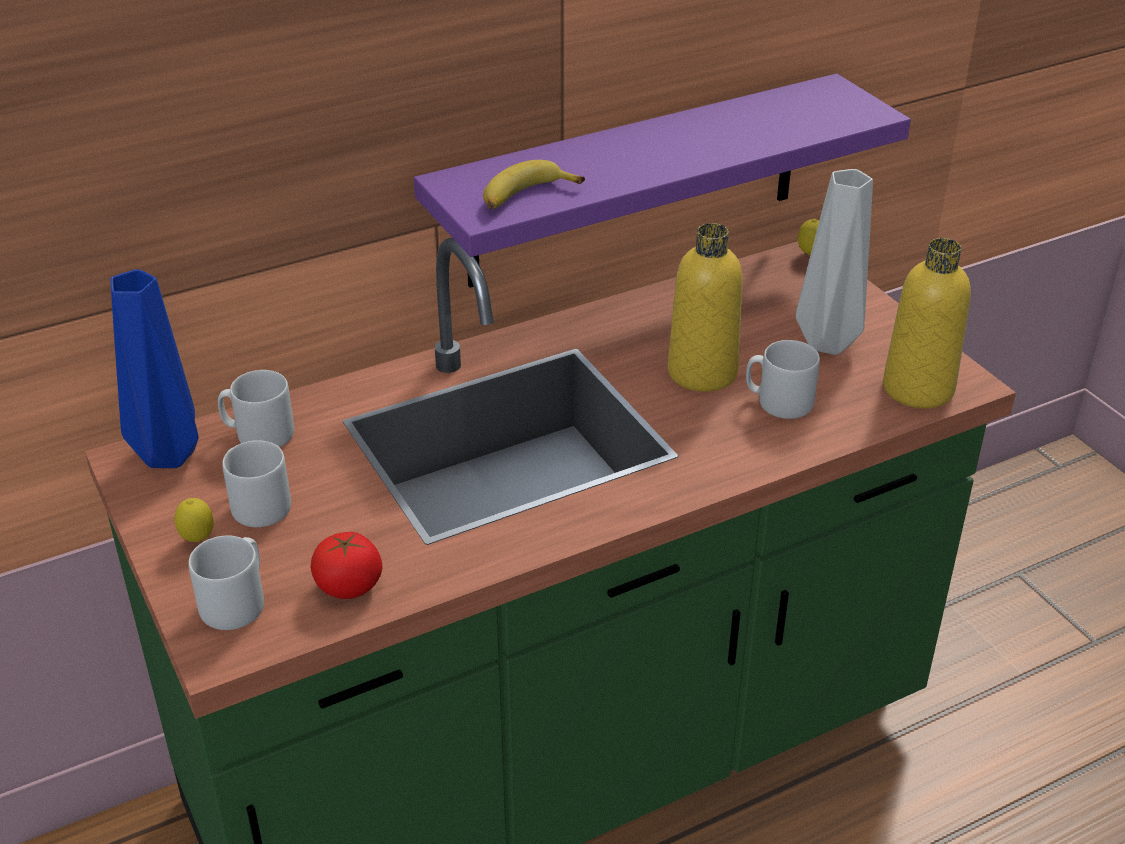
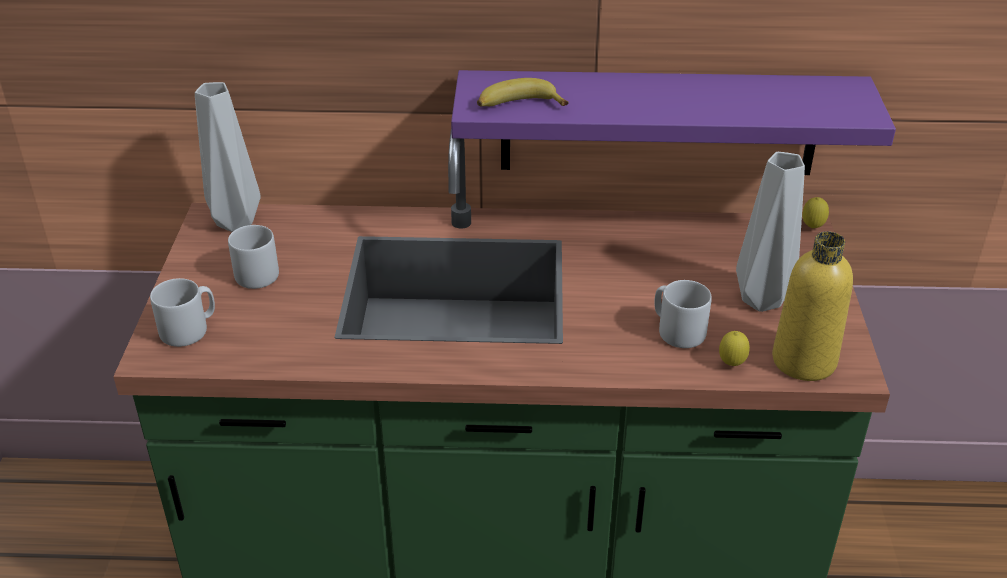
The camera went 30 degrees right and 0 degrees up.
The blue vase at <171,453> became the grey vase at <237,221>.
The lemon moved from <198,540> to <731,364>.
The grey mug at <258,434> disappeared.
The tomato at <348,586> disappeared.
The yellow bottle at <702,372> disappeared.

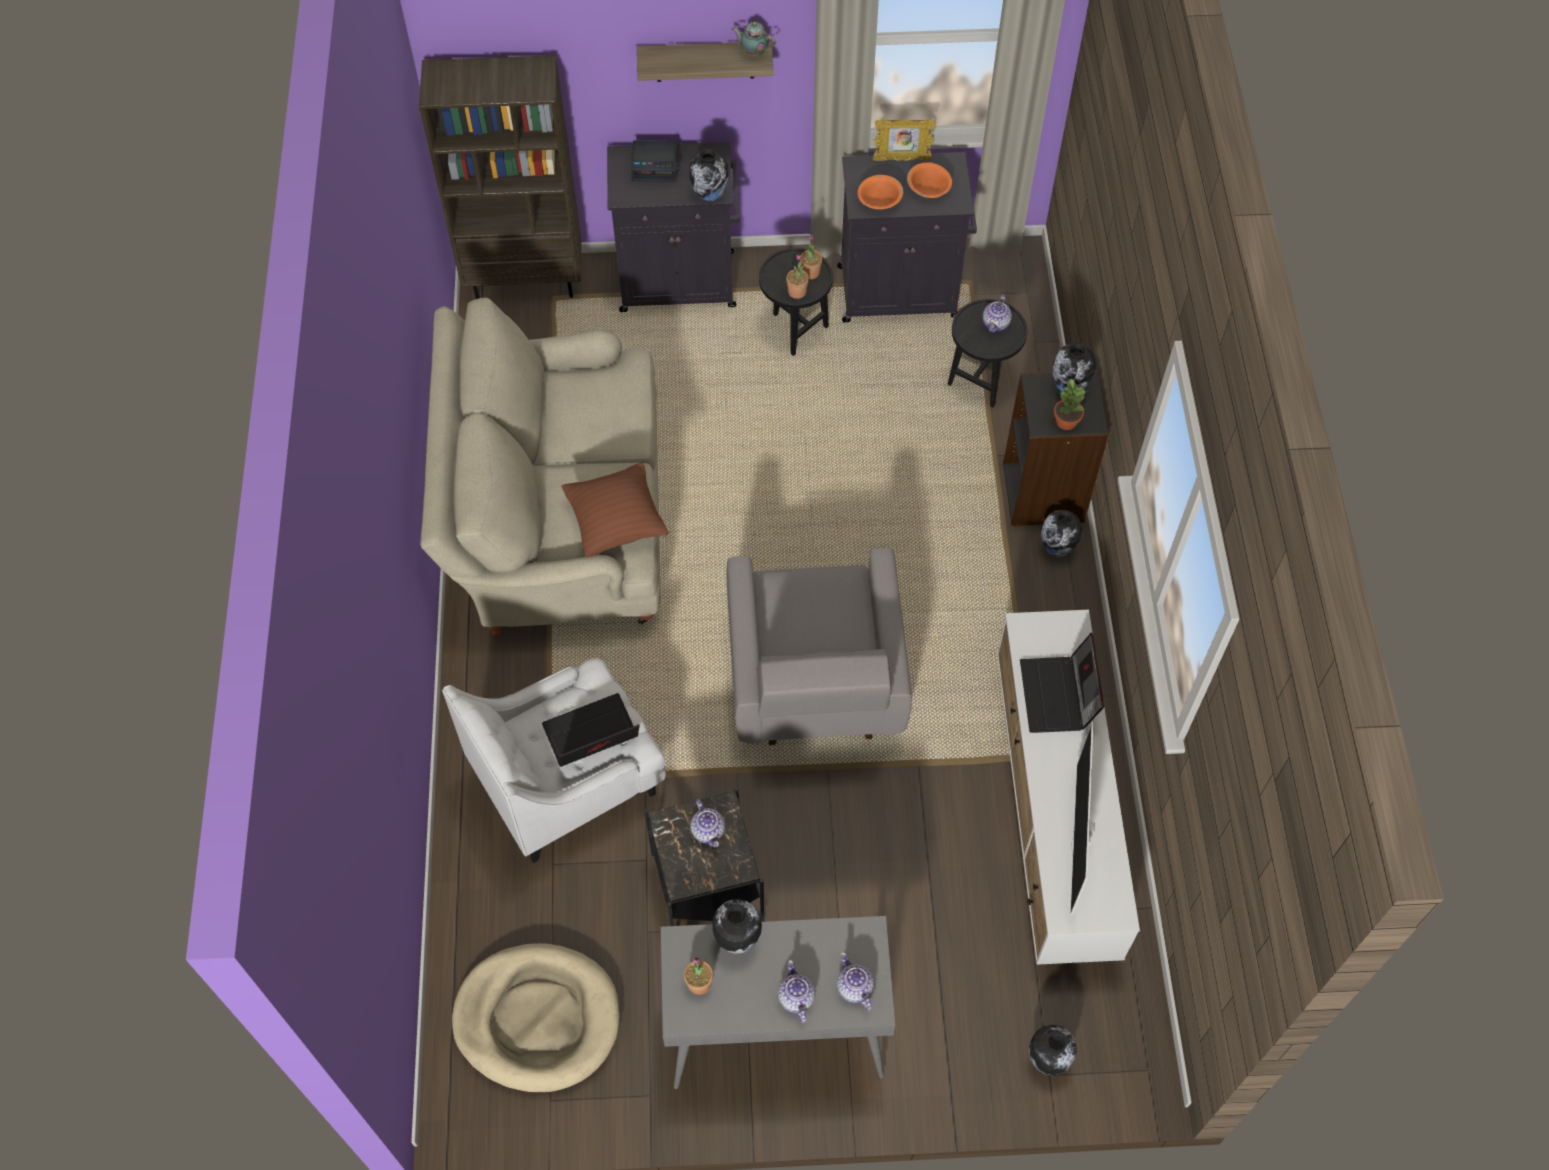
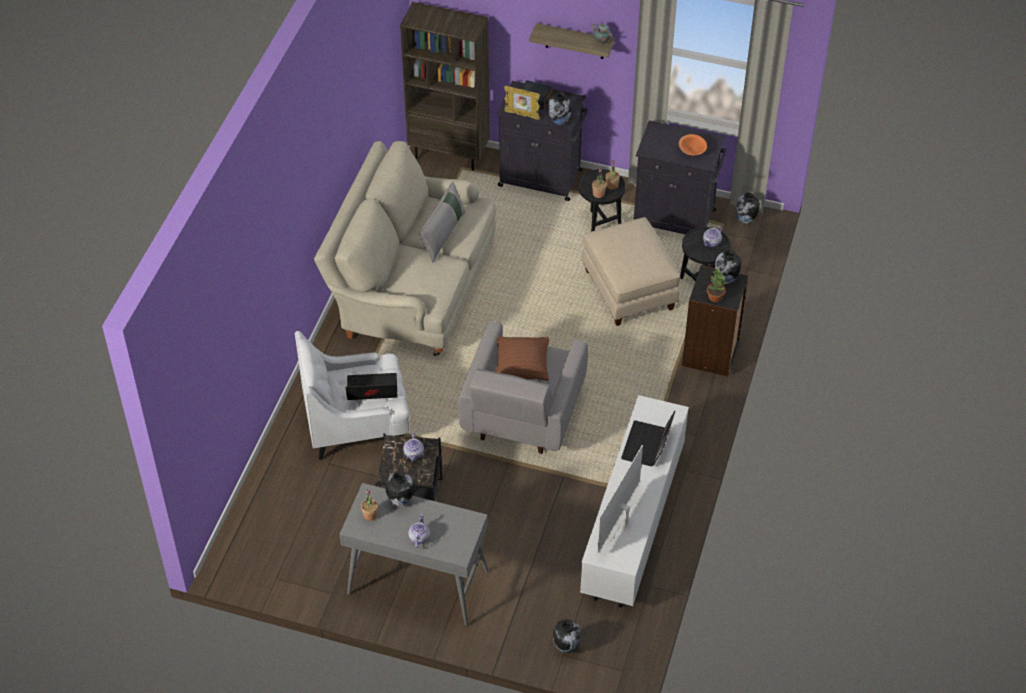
The camera went 20 degrees right and 10 degrees down.
The beige dog bed at <537,1019> disappeared.
The brown pillow moved from <616,522> to <522,368>.
The teapot at <854,987> disappeared.
The orange bowl at <879,201> disappeared.
The picture frame moved from <902,160> to <522,115>.
The vase moved from <1057,549> to <745,220>.
The grey pillow at <443,234> appeared.
The beige ottoman at <630,290> appeared.

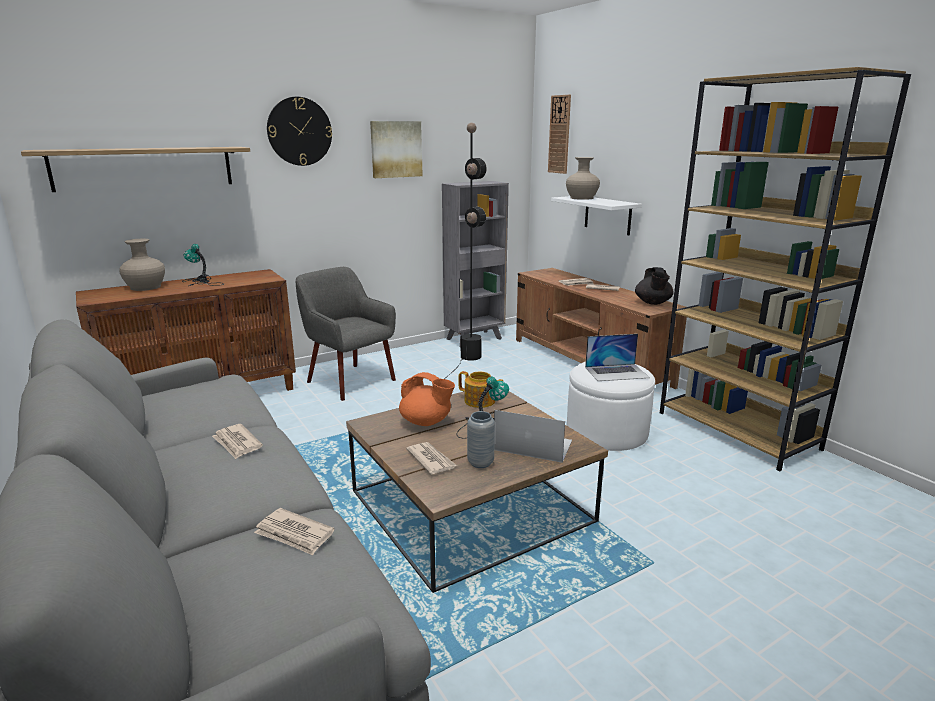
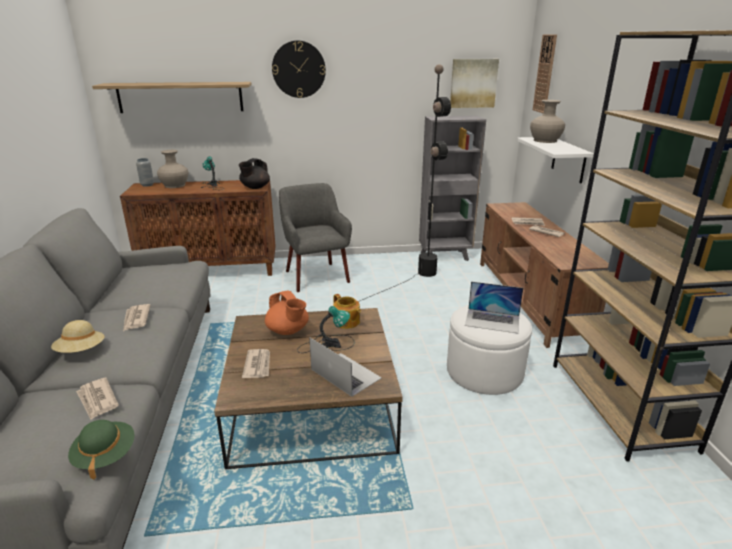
The camera went 25 degrees right and 5 degrees up.
The picture moved from <396,149> to <473,83>.
The grey vase moved from <480,463> to <147,185>.
The black teapot moved from <653,303> to <255,187>.
The beige hat at <81,351> appeared.
The green hat at <105,455> appeared.

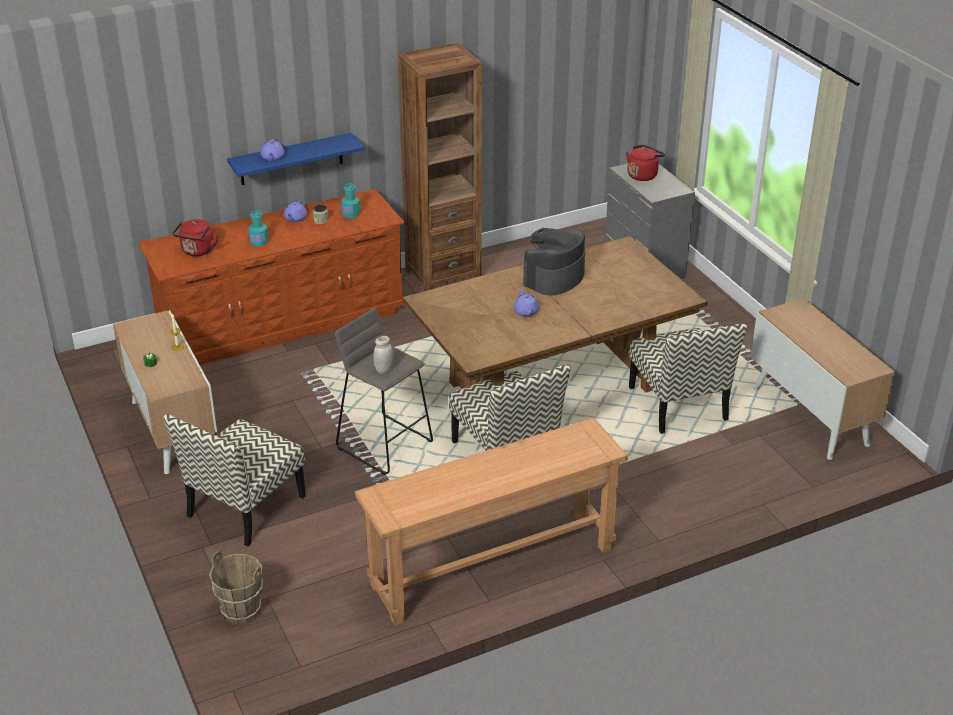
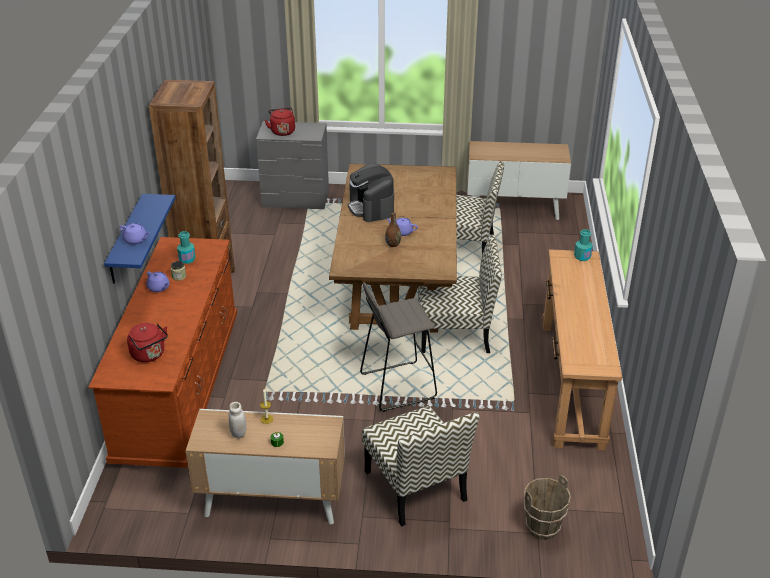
The camera went 60 degrees left and 0 degrees up.
The turquoise bottle moved from <259,242> to <582,257>.
The white jar moved from <384,370> to <238,433>.
The brown vase at <393,244> appeared.

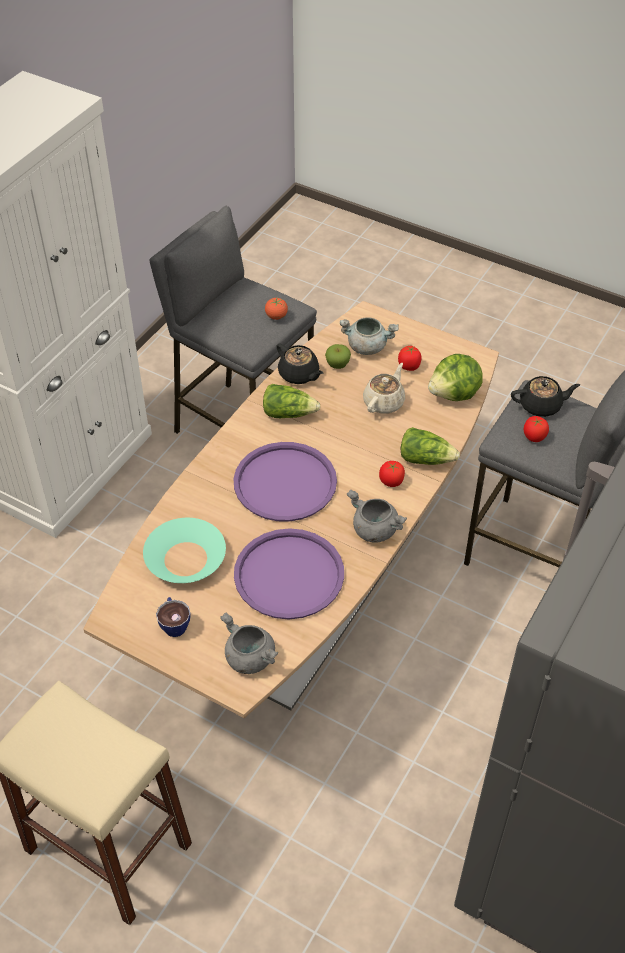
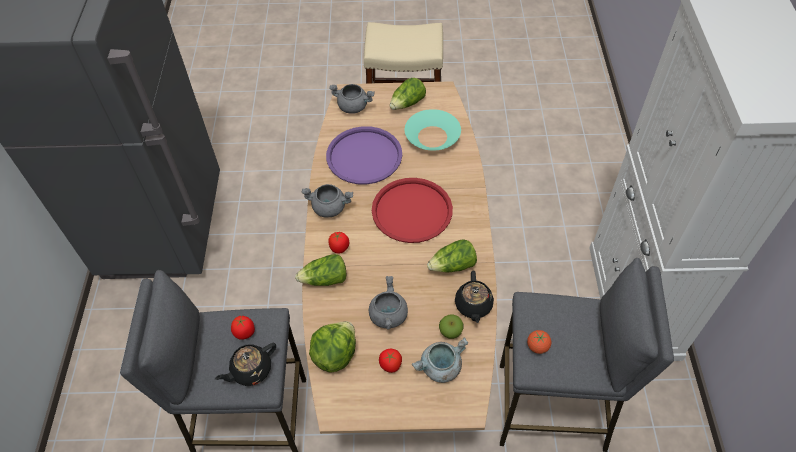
The camera went 150 degrees right and 5 degrees up.
The cup at <174,623> was replaced by the lettuce at <407,103>.
The purple tray at <285,483> became the red tray at <411,211>.
The black teapot at <299,375> turned 105 degrees counterclockwise.
The beige teapot at <384,402> was replaced by the grey cooking pot at <388,315>.

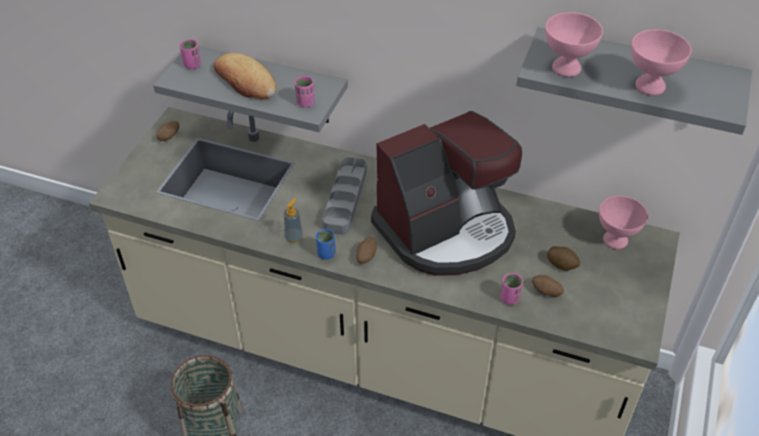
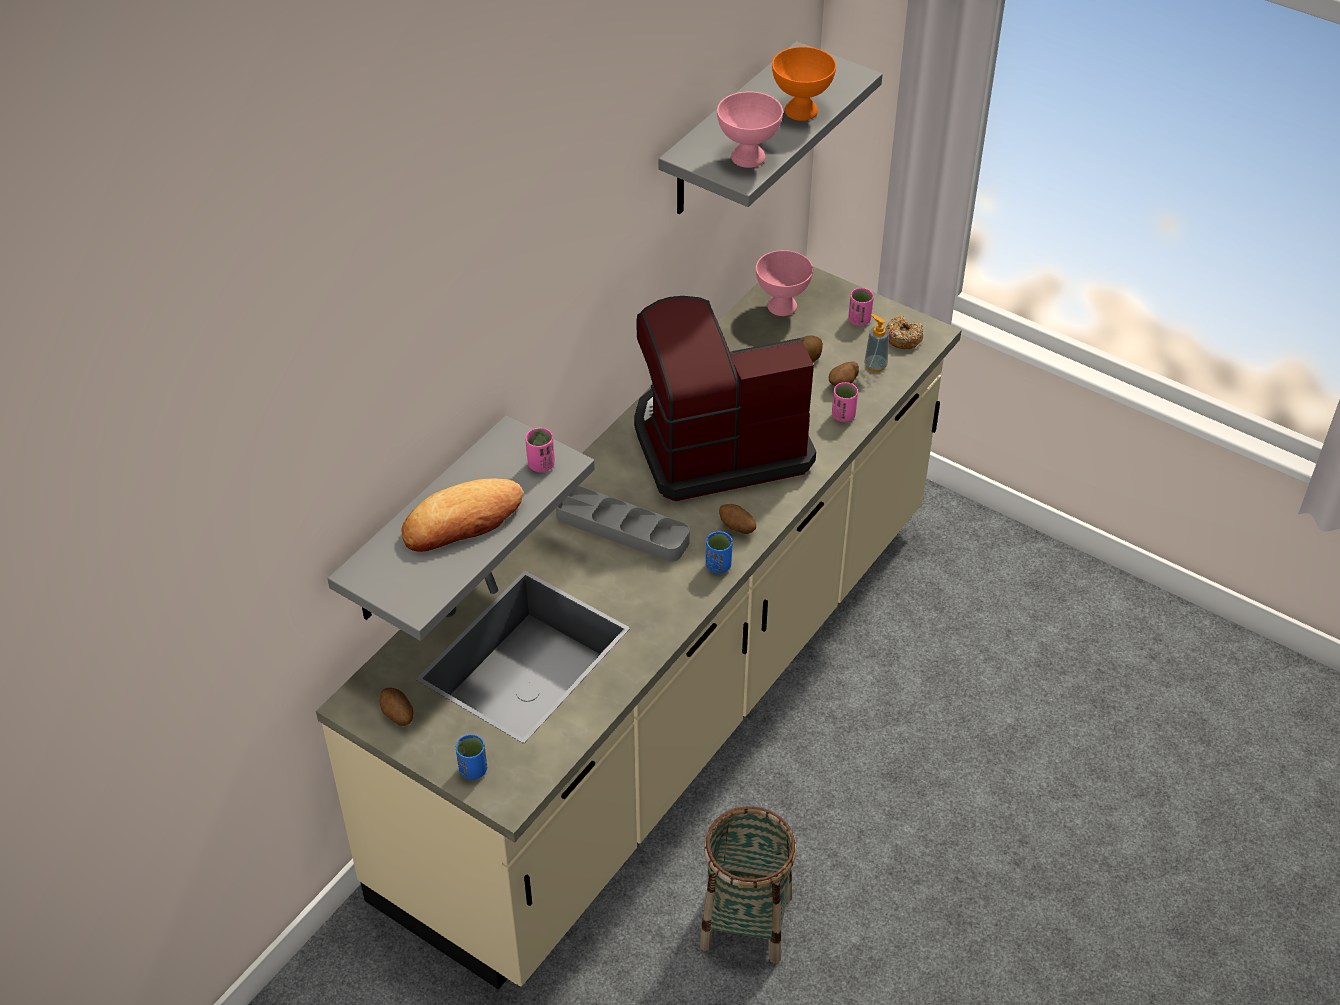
The camera went 75 degrees left and 0 degrees up.
The pink cup moved from <192,65> to <859,320>.
The soap dispenser moved from <294,237> to <875,365>.
The coffee machine at <446,231> turned 90 degrees counterclockwise.
The pink bowl at <650,85> became the orange bowl at <800,110>.
The blue cup at <473,770> appeared.
The donut at <903,338> appeared.

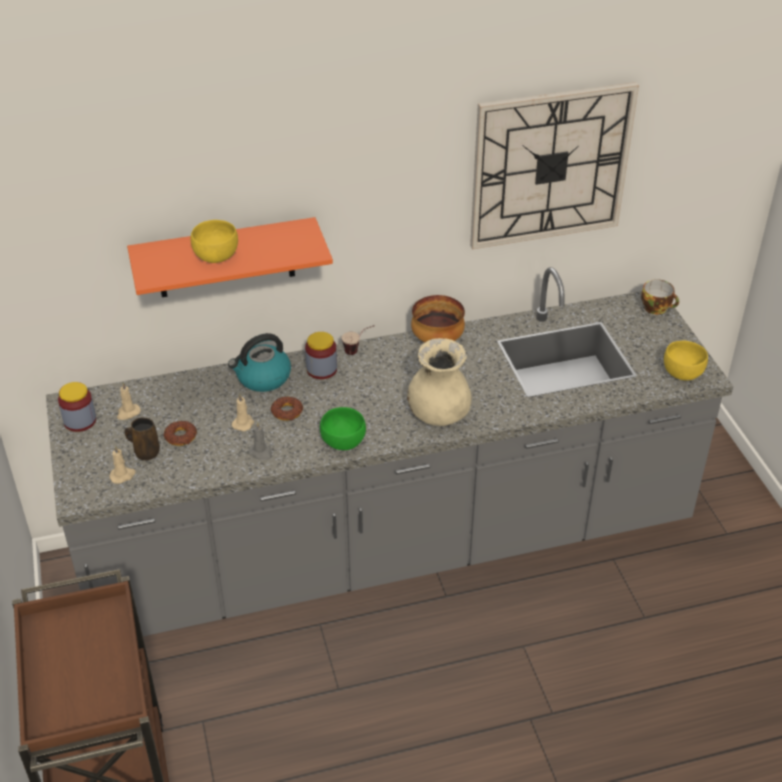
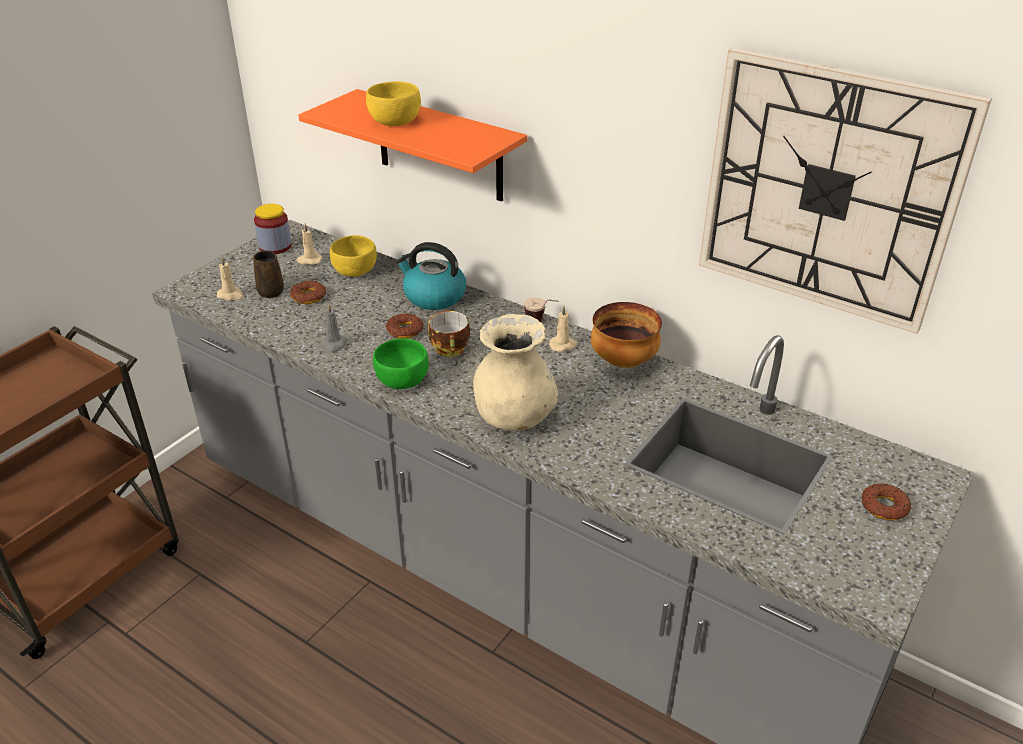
The camera went 50 degrees right and 5 degrees down.
The beige candle moved from <243,423> to <563,345>.
The jar at <321,369> disappeared.
The cup moved from <657,308> to <451,350>.
The yellow bowl moved from <682,372> to <355,270>.
The donut at <884,506> appeared.

